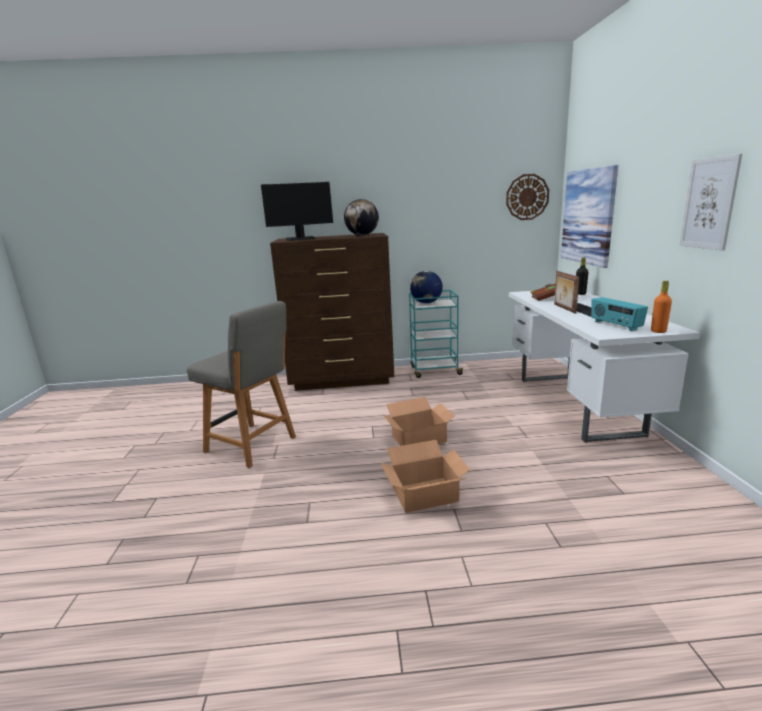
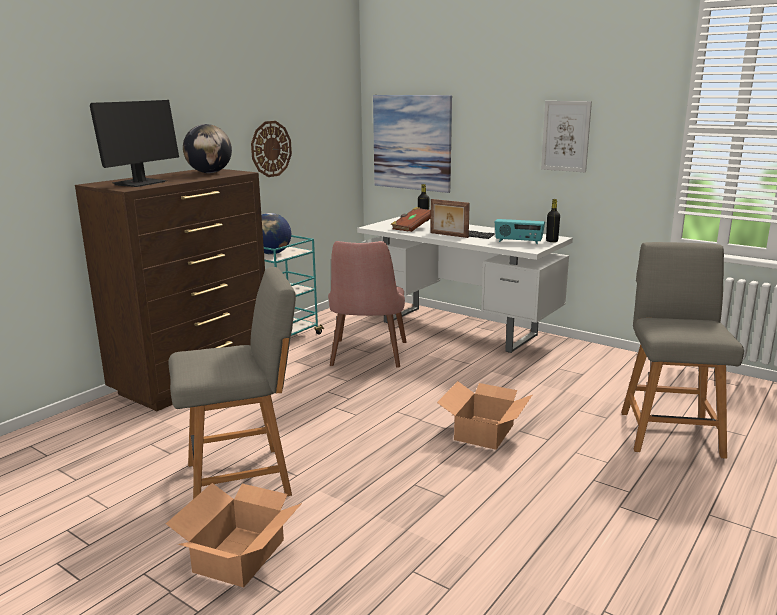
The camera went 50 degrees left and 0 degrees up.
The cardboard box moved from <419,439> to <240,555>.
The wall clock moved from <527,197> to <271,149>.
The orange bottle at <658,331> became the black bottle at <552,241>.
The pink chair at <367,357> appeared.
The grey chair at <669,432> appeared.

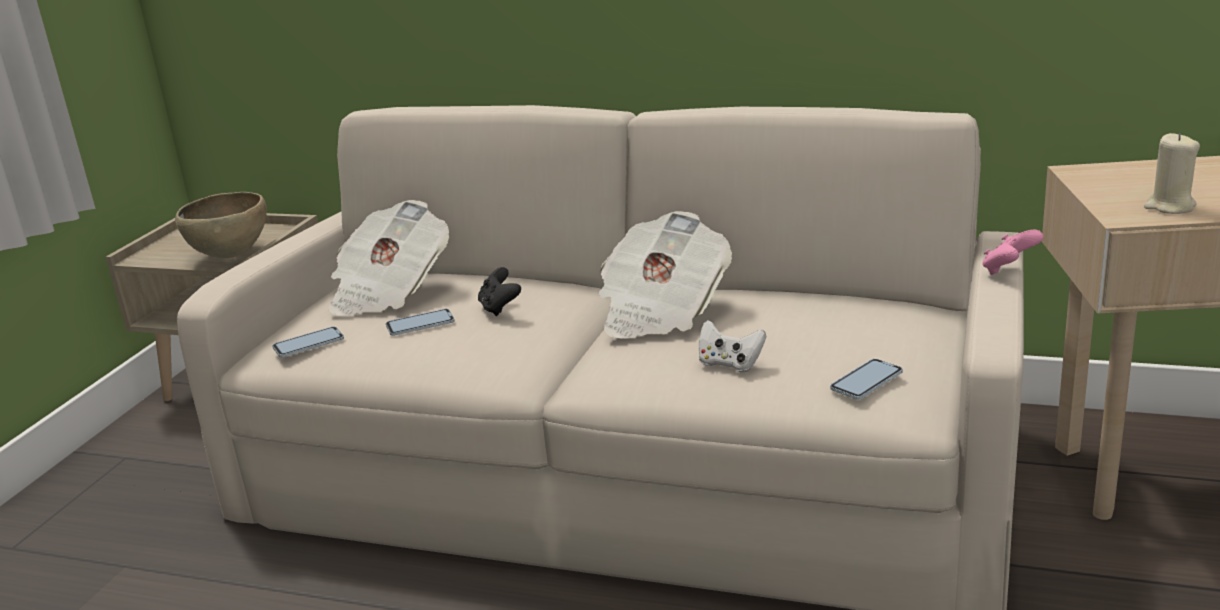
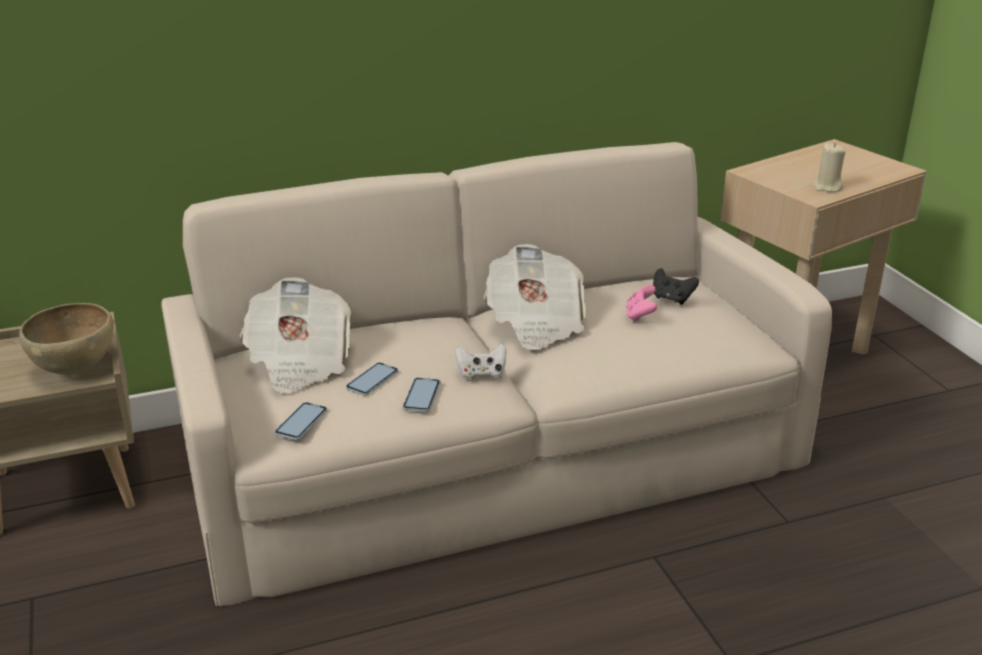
The camera went 40 degrees left and 5 degrees up.
The black game controller moved from <500,308> to <672,299>.
The white game controller moved from <730,364> to <481,374>.
The phone moved from <866,381> to <422,396>.
The pink game controller moved from <1009,270> to <640,316>.

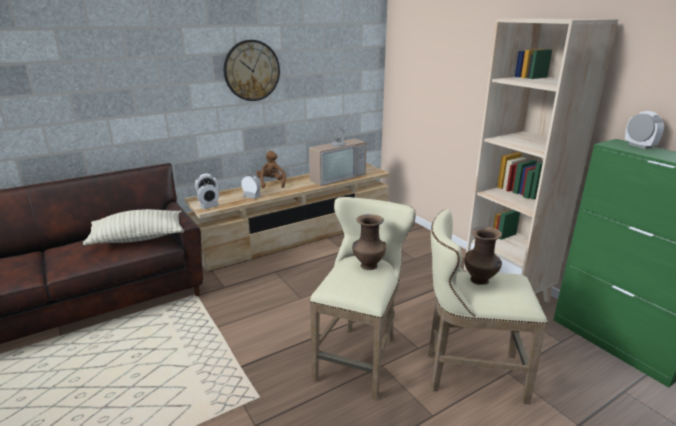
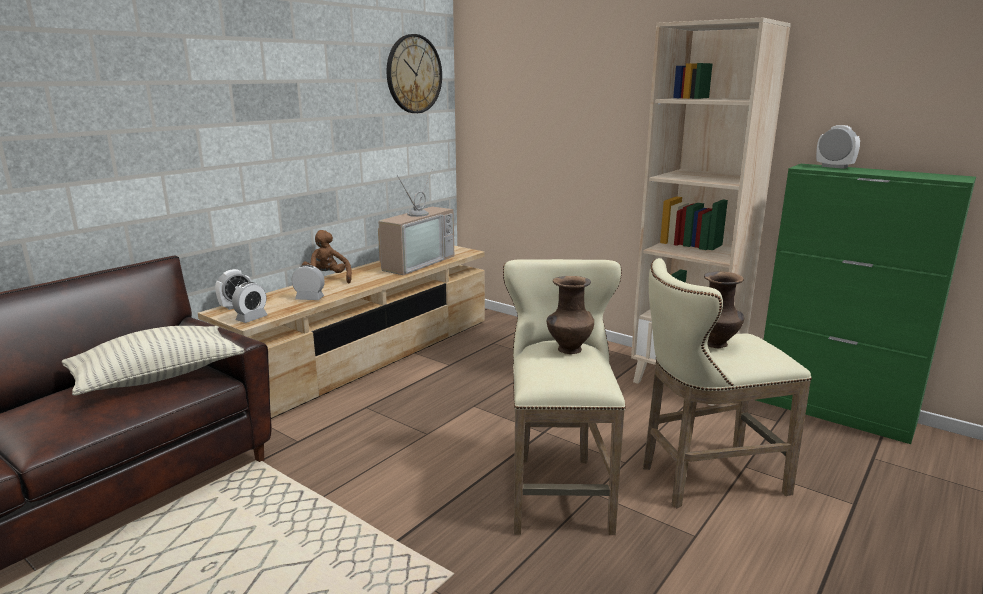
The camera went 20 degrees left and 5 degrees down.
The wall clock moved from <251,70> to <414,74>.

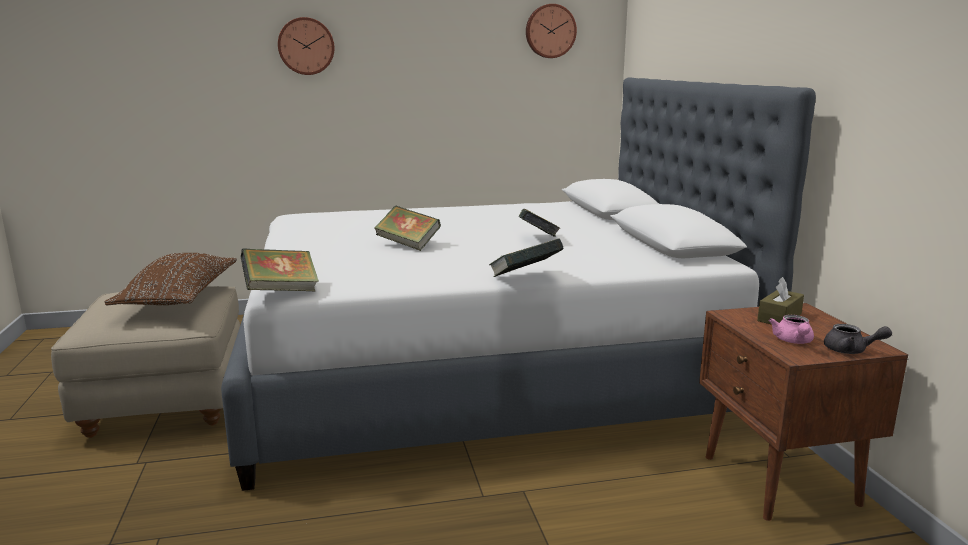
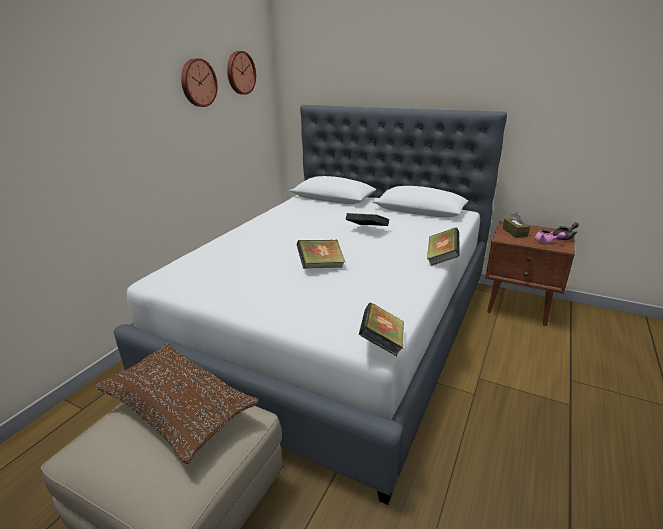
The camera went 50 degrees left and 10 degrees up.
The wall clock moved from <306,46> to <197,83>.

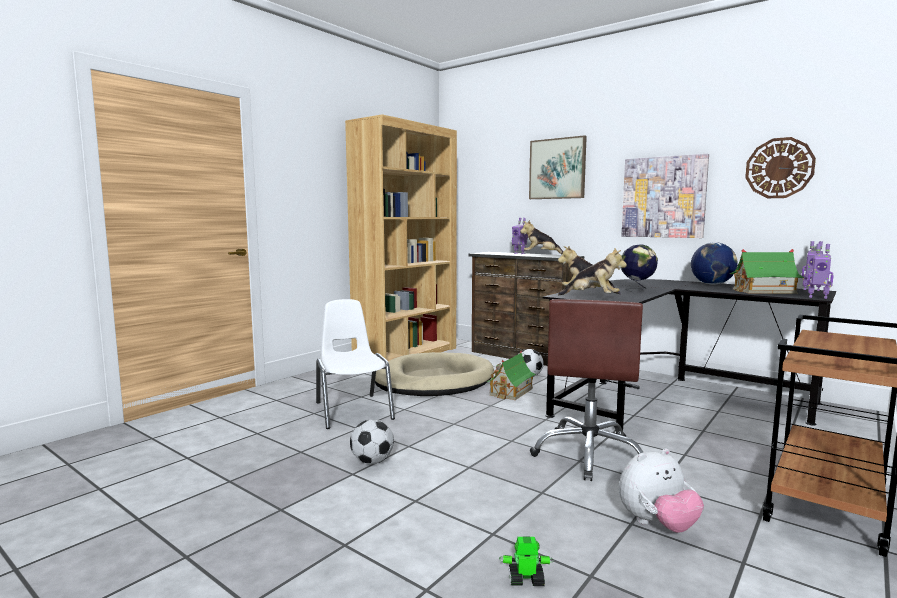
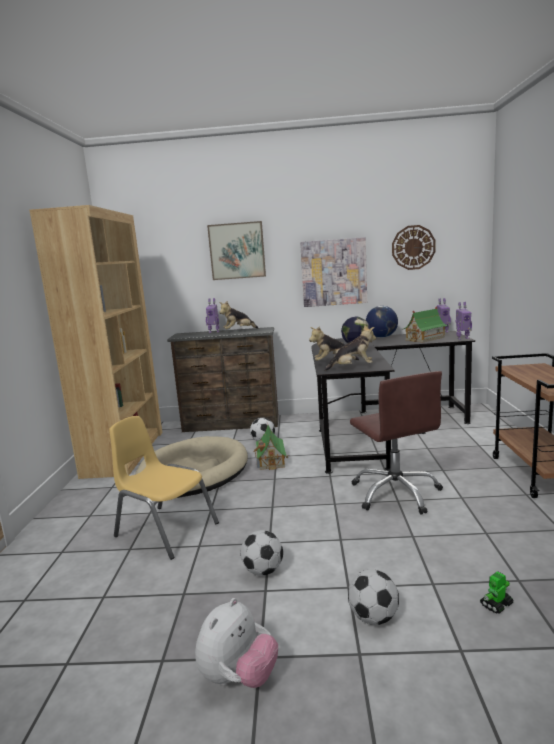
The camera went 35 degrees left and 5 degrees up.
The white chair at <353,411> became the yellow chair at <166,530>.
The plush toy moved from <657,525> to <239,677>.
The football at <373,617> appeared.

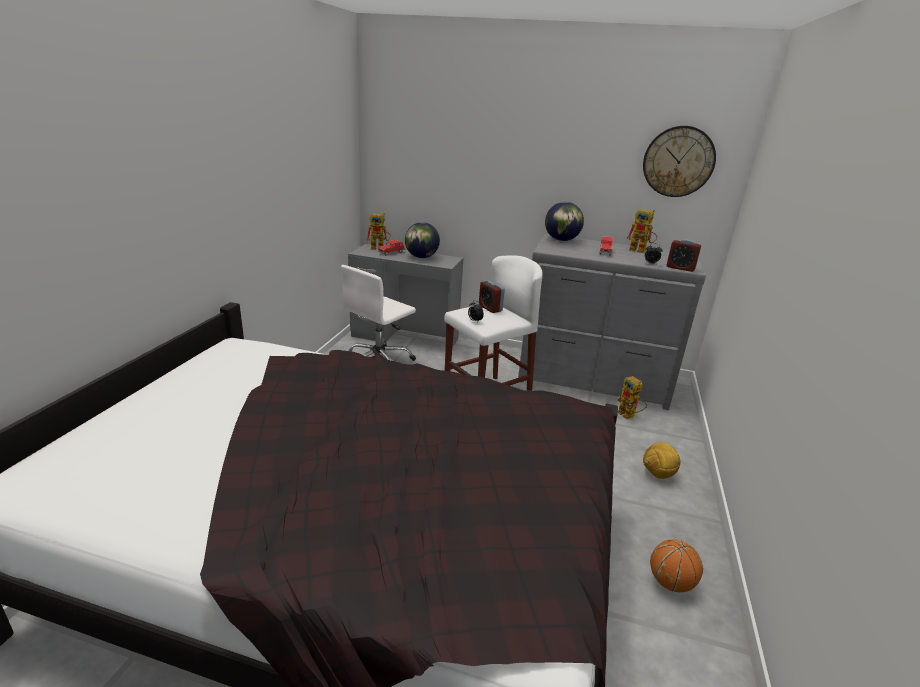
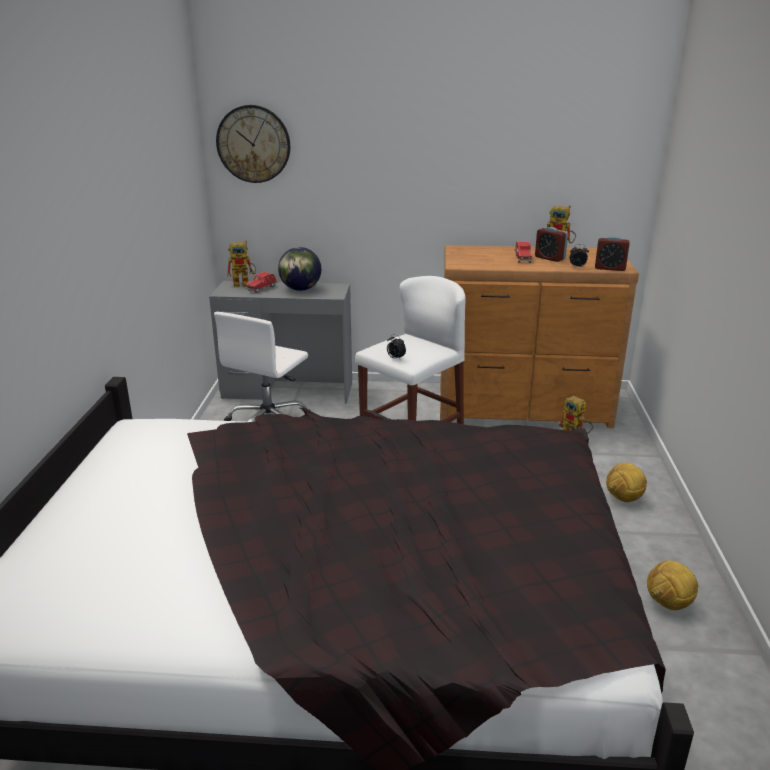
The camera went 10 degrees left and 0 degrees up.
The alarm clock moved from <490,308> to <549,258>.
The grey dresser at <593,380> became the brown dresser at <523,407>.
The globe at <561,240> disappeared.
The wall clock moved from <678,161> to <253,144>.
The basketball at <670,582> was replaced by the football at <668,604>.

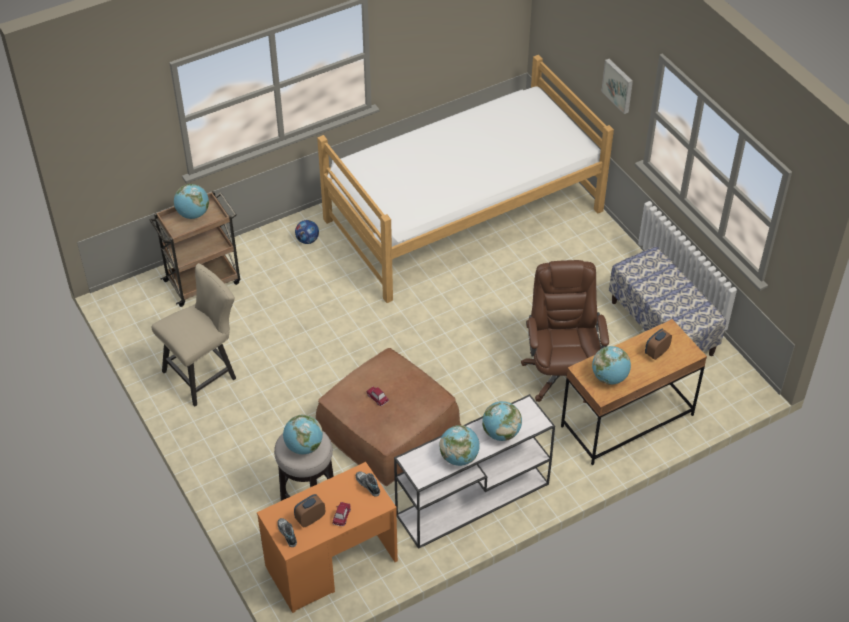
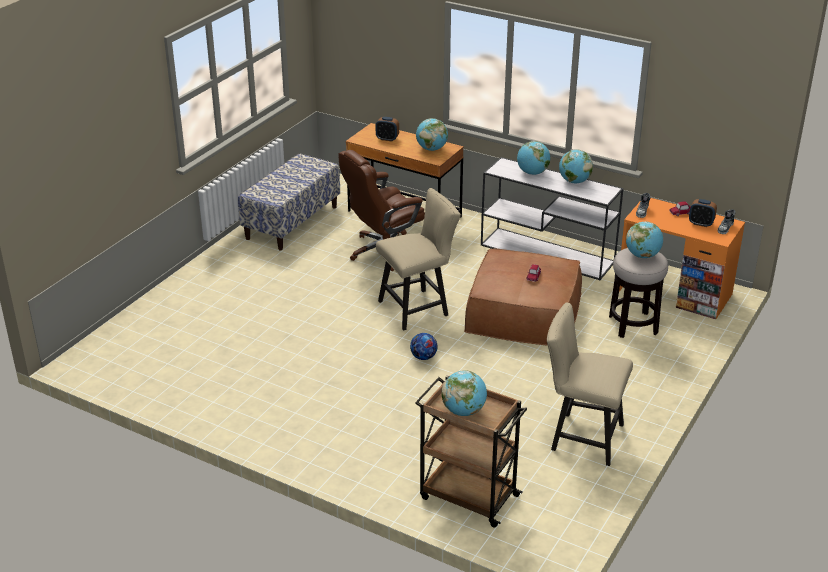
The camera went 120 degrees left and 15 degrees down.
The football moved from <307,240> to <423,357>.
The bed at <464,215> disappeared.
The picture at <618,85> disappeared.
The beige chair at <418,308> appeared.

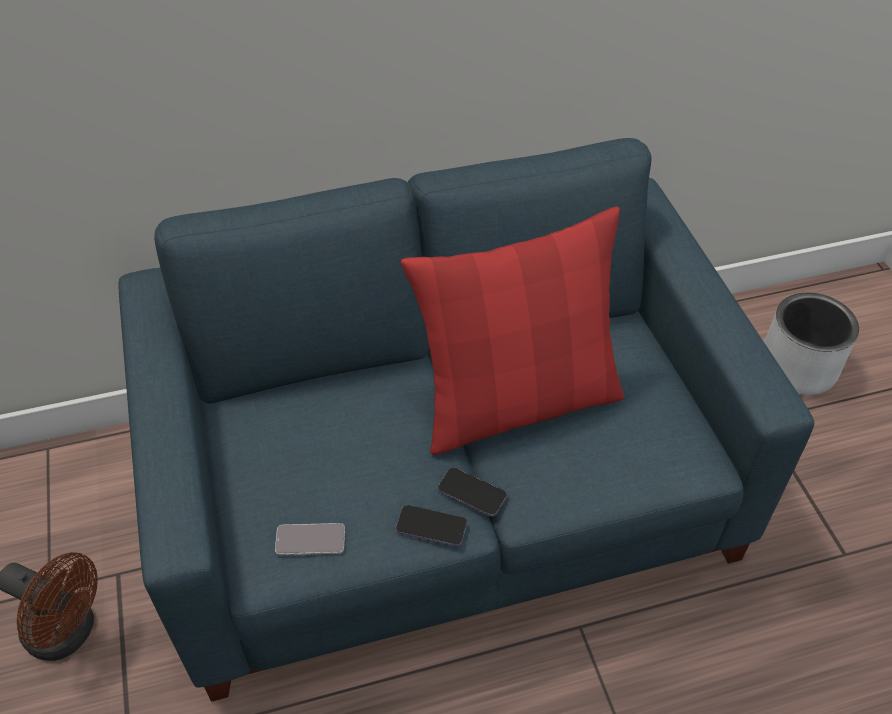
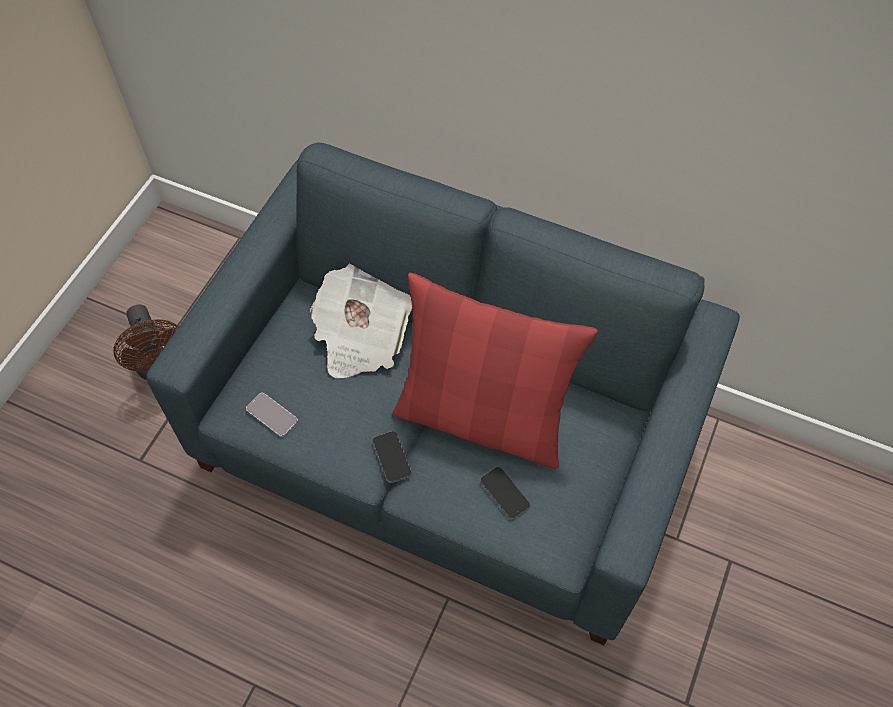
The camera went 40 degrees right and 10 degrees up.
The phone moved from <431,527> to <504,493>.
The grey planter at <798,368> disappeared.
The newspaper at <360,336> appeared.

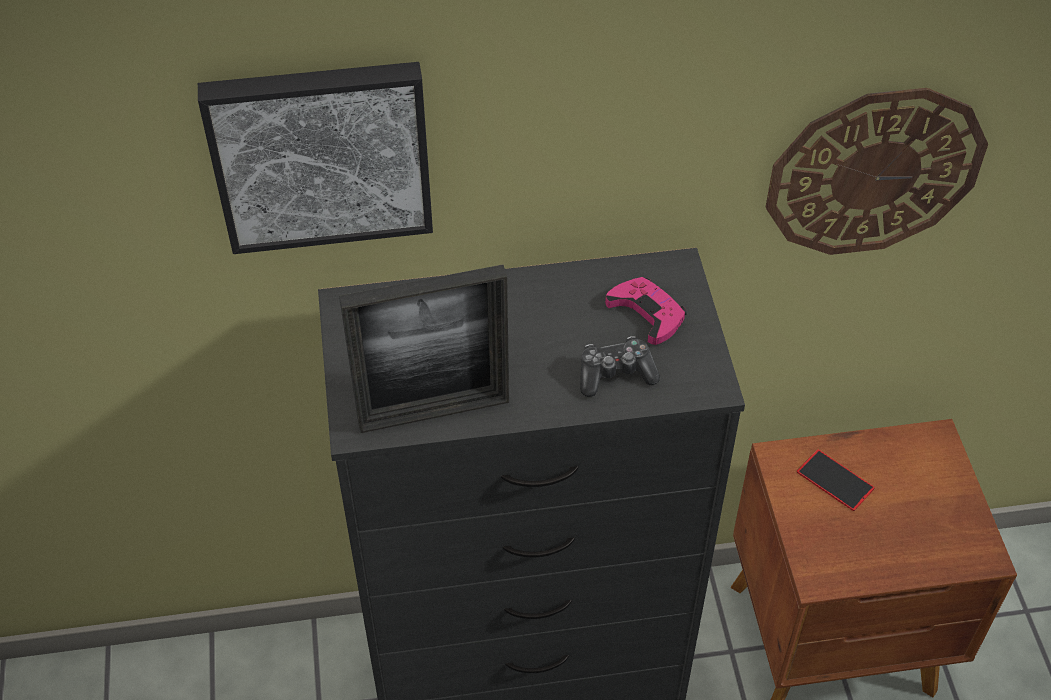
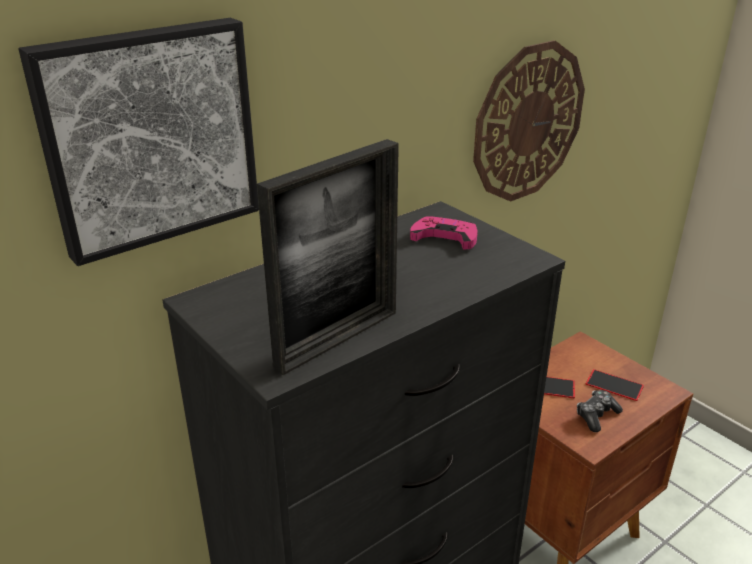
The camera went 30 degrees left and 20 degrees down.
The game controller moved from <615,374> to <596,415>.
The phone at <614,385> appeared.

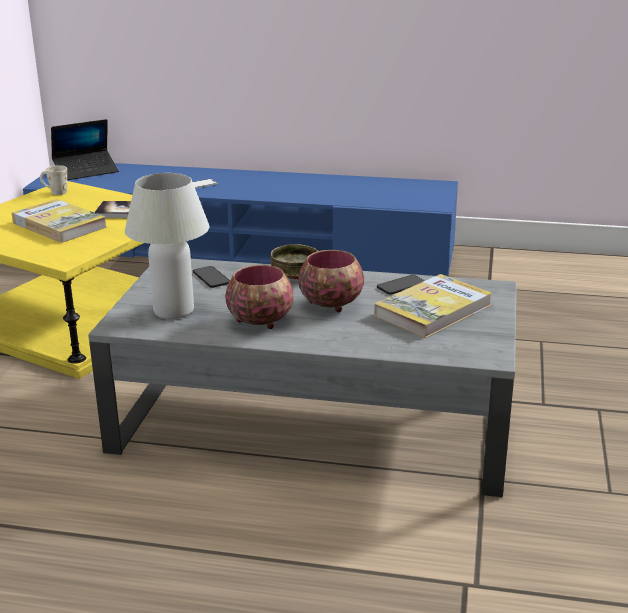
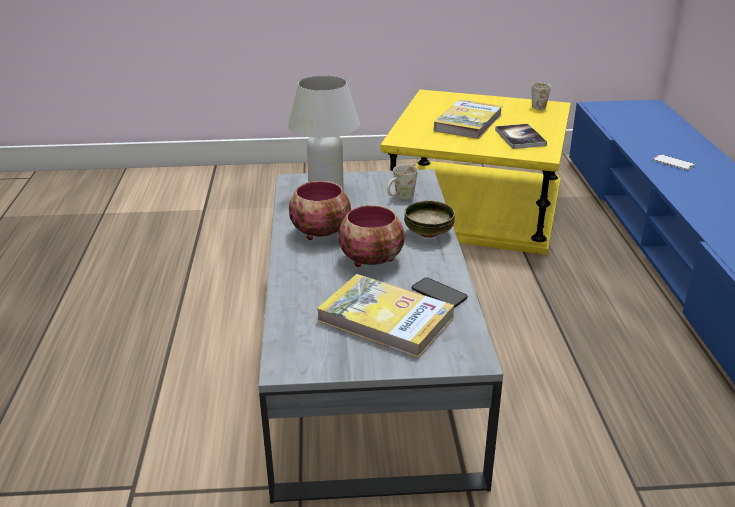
The camera went 75 degrees right and 5 degrees up.
The laptop at <86,171> disappeared.
The phone at <211,278> was replaced by the white mug at <400,197>.

